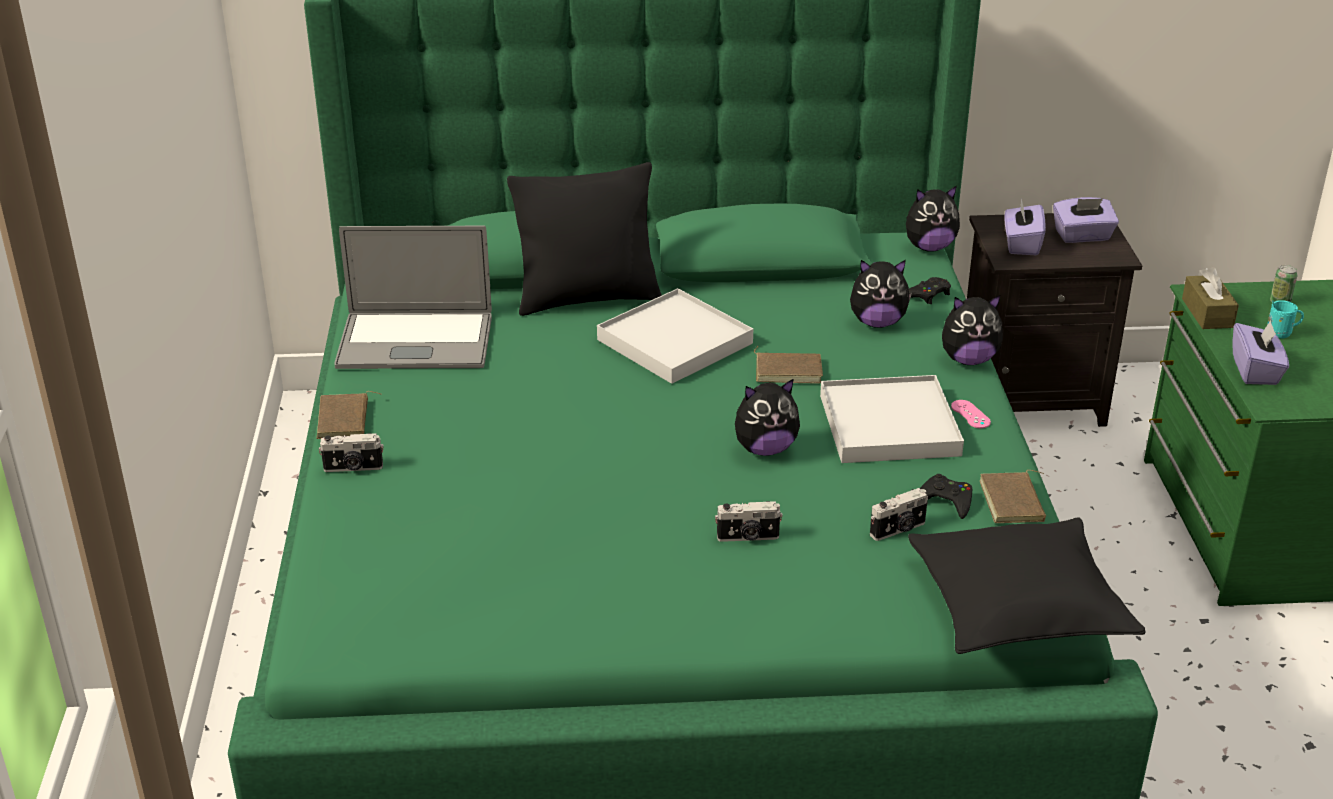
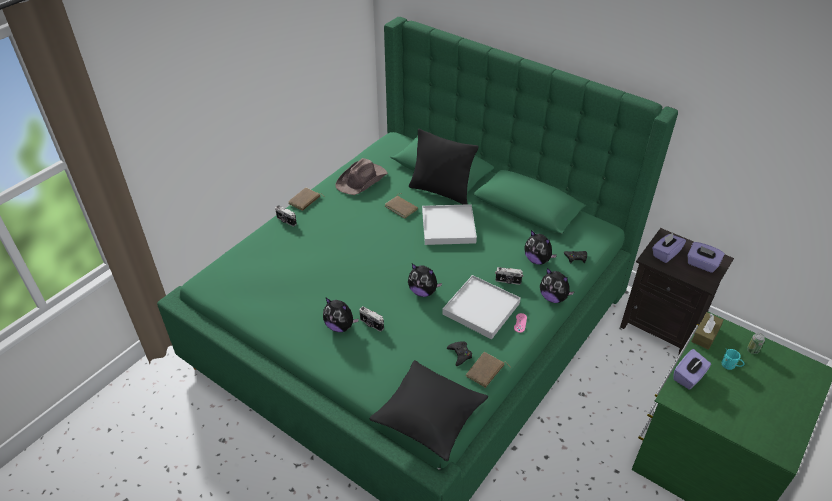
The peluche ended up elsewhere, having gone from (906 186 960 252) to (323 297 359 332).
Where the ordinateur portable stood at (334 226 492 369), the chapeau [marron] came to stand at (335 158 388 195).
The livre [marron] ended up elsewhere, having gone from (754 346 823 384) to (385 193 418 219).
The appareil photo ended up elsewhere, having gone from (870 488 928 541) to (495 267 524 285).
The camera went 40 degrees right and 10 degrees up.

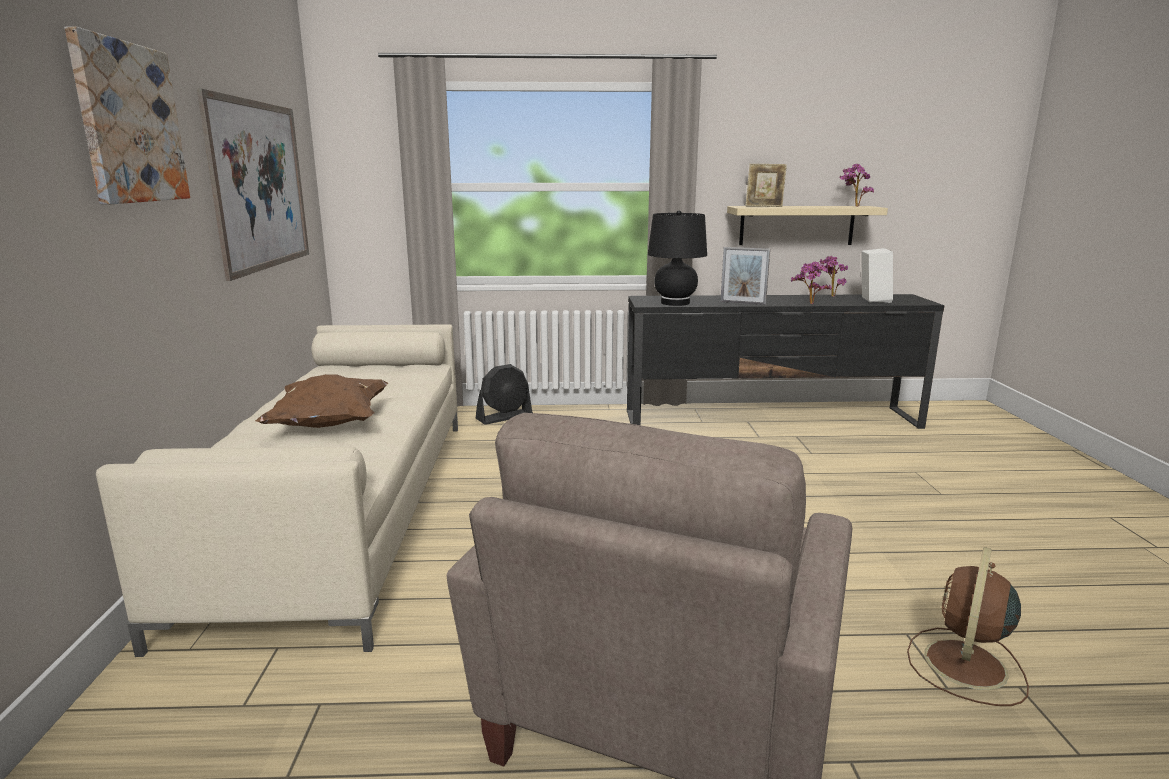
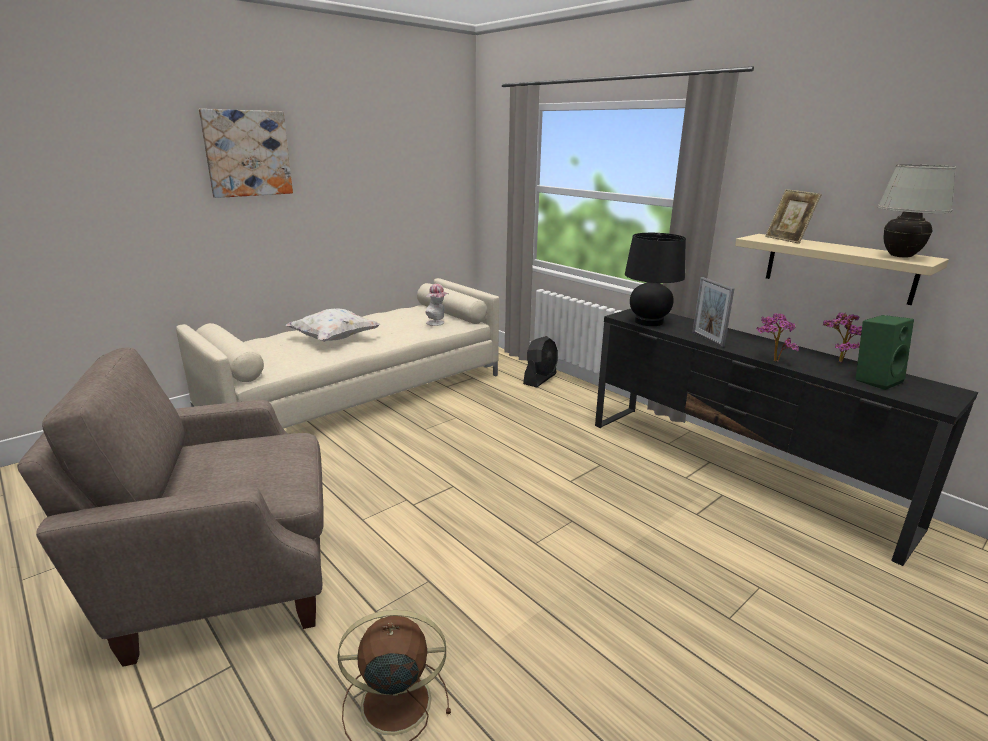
What was the coussin [marron] at (255 374 388 428) turned into the coussin [blanc] at (286 308 380 342).
The second view gained the chapeau at (426 284 449 326).
The ventilateur [noir] at (476 364 533 425) ended up facing another way, 75 degrees counterclockwise from before.
What was the enceinte [blanc] at (861 248 893 303) turned into the enceinte [vert] at (855 315 914 390).
Where the plante en pot stood at (839 164 874 207), the lampe de table [blanc] came to stand at (877 164 956 258).
The second view lost the tableau at (197 88 309 281).
The camera went 50 degrees right and 5 degrees up.

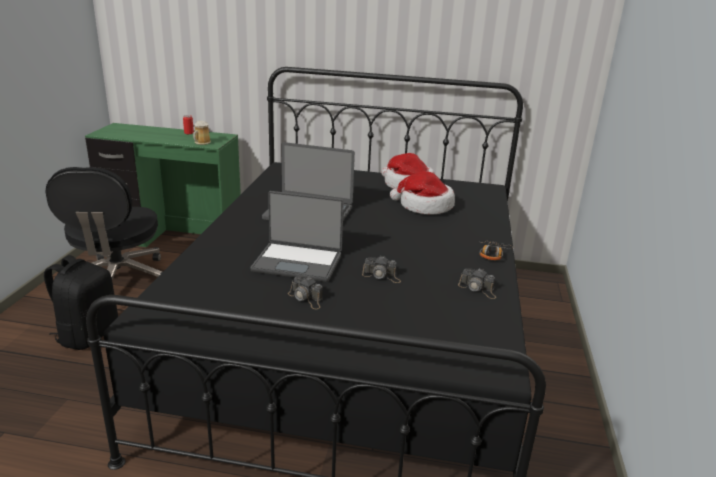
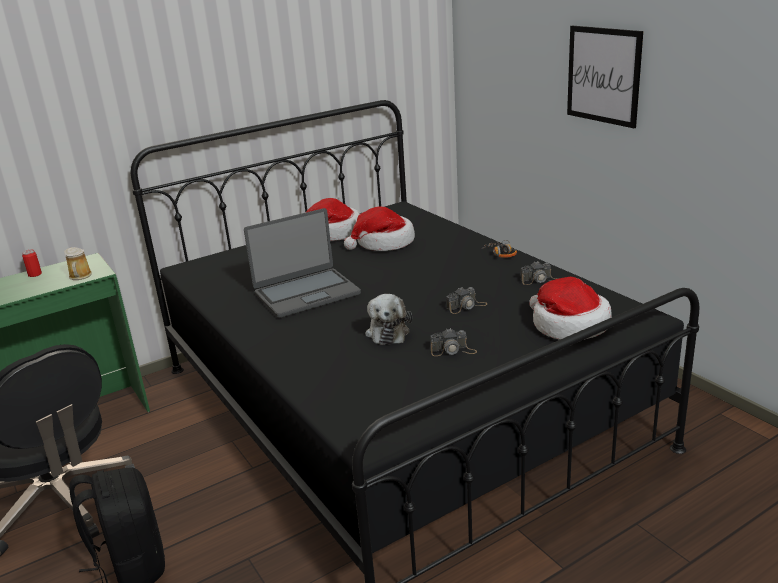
Where the ordinateur portable stood at (250 191 344 282), the peluche came to stand at (365 294 412 345).
The second view gained the chapeau at (529 277 611 340).
The second view gained the tableau at (567 26 643 128).
The camera went 40 degrees left and 0 degrees up.

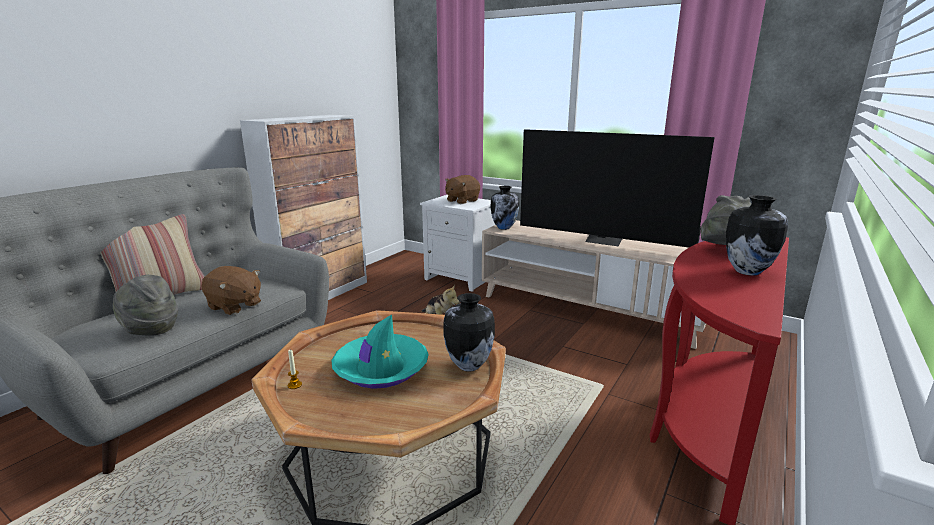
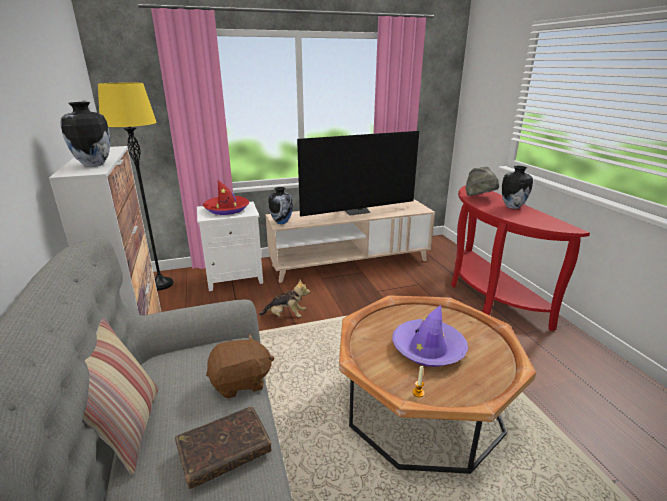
The vase ended up elsewhere, having gone from (443 293 495 372) to (60 102 110 167).
The second view gained the lampadaire [jaune] at (98 82 173 291).
Where the chapeau [gris] stood at (112 275 178 336), the livre [marron] came to stand at (175 407 272 489).
Where the peluche [marron] stood at (445 175 480 204), the chapeau [rouge] came to stand at (203 180 249 215).
What was the chapeau [turquoise] at (331 314 429 389) turned into the chapeau [violet] at (392 305 468 367).
The camera went 50 degrees left and 5 degrees up.

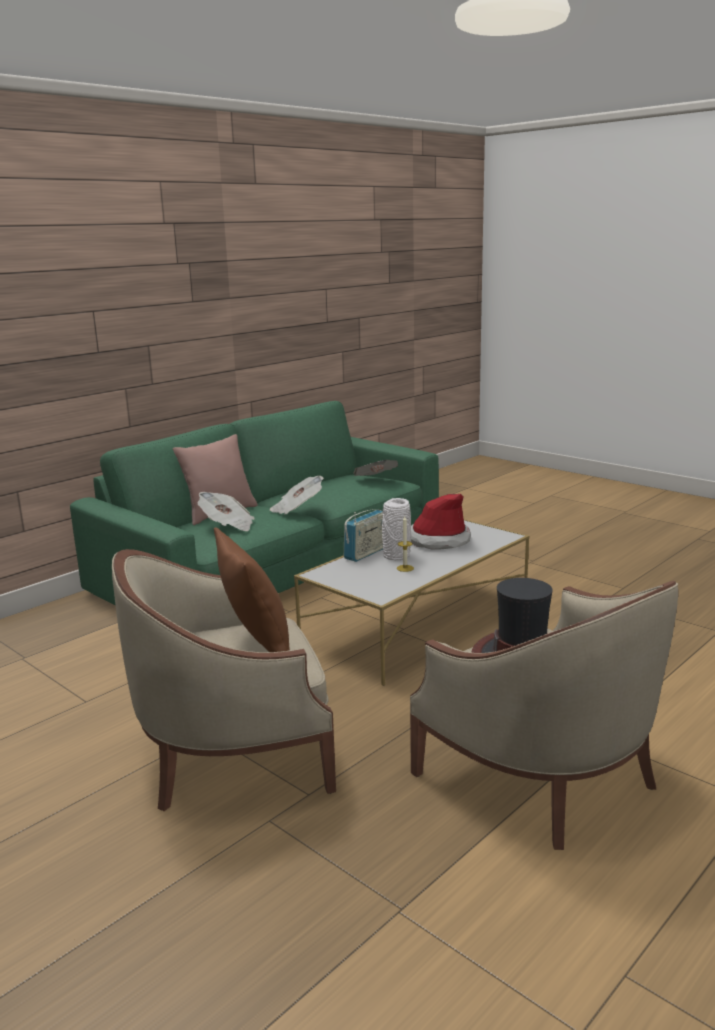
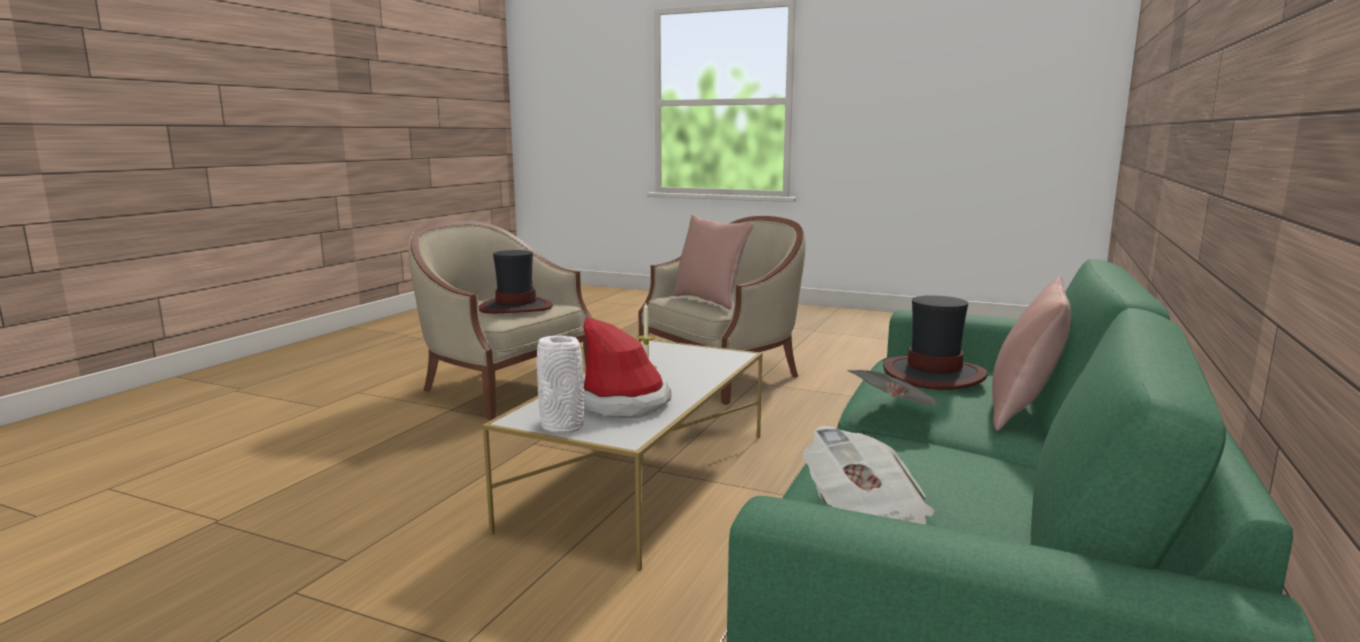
The vase [blanc] ended up elsewhere, having gone from (382 498 411 560) to (537 336 584 434).
What was the coussin [marron] at (214 527 290 652) turned into the coussin [rose] at (673 215 754 309).
Where the journal stood at (197 492 255 531), the chapeau came to stand at (883 295 988 390).
The second view lost the radio at (344 509 383 562).
The camera went 160 degrees right and 5 degrees down.

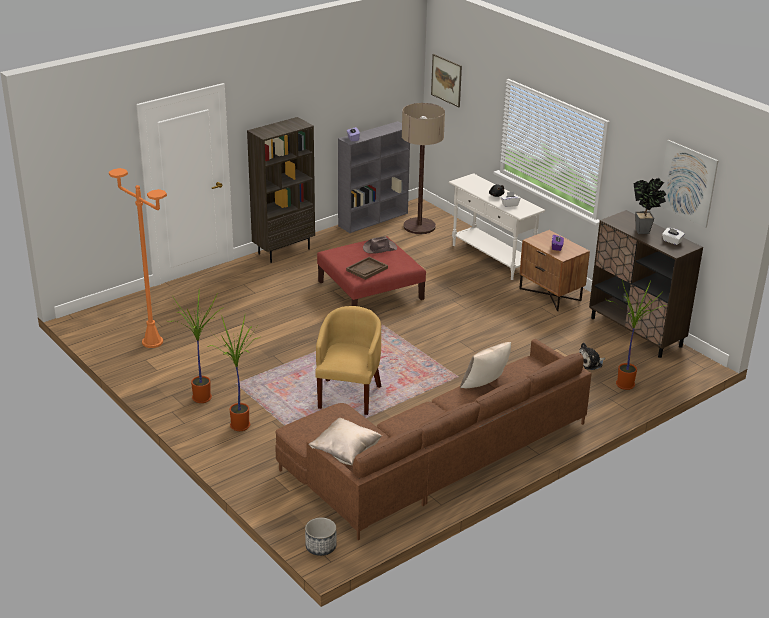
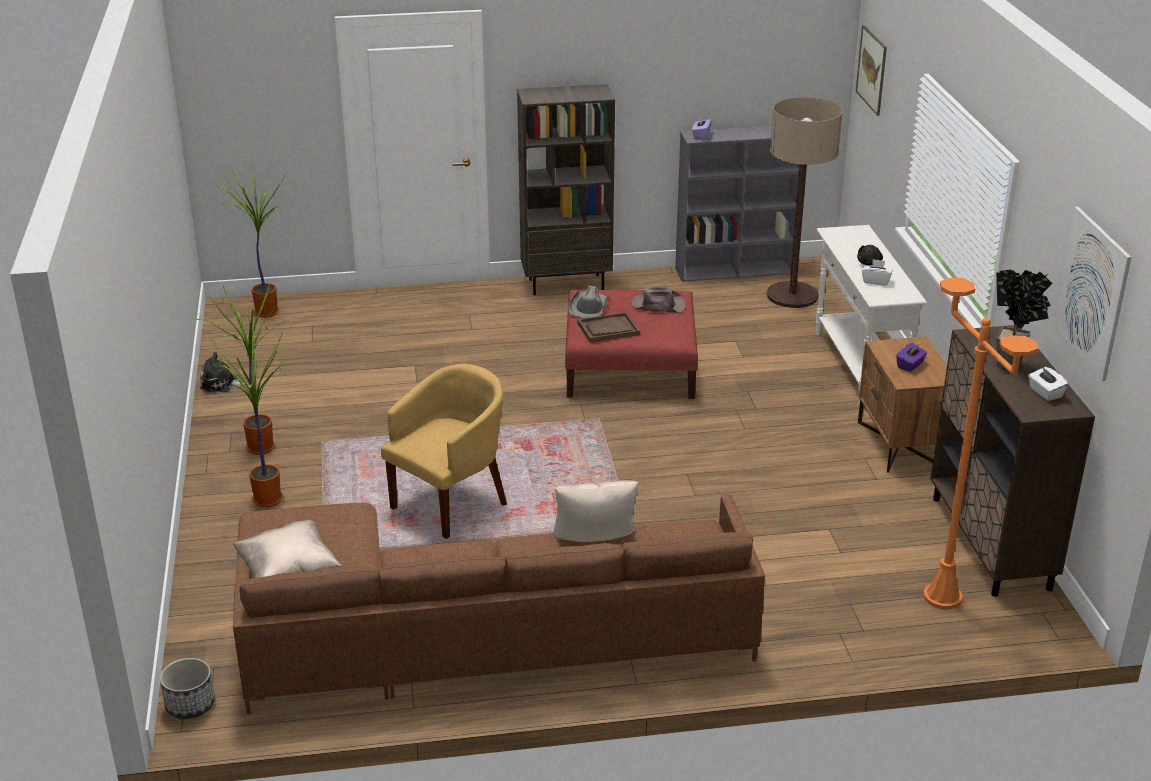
The peluche ended up elsewhere, having gone from (579 343 605 370) to (200 352 248 392).
The plante en pot ended up elsewhere, having gone from (607 280 666 390) to (215 166 286 318).
The second view gained the chapeau [gris] at (568 286 609 318).
The lampadaire [orange] ended up elsewhere, having gone from (109 168 167 348) to (923 278 1039 609).
The camera went 30 degrees right and 0 degrees up.

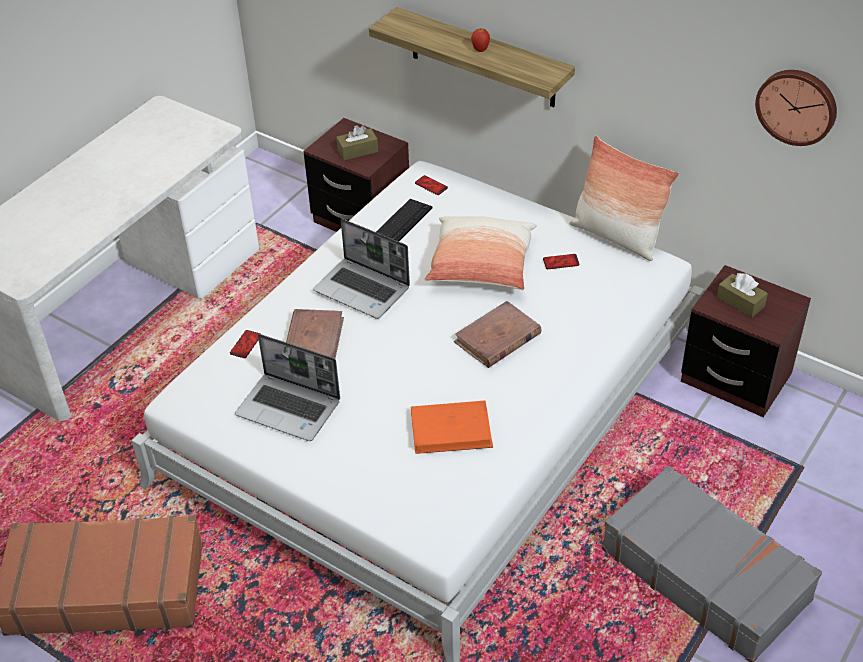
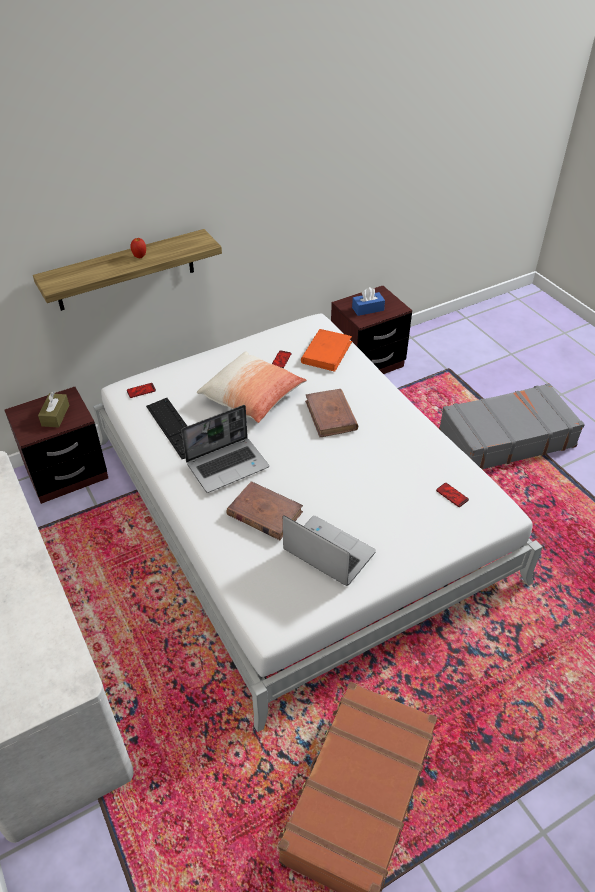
The ordinateur portable at (235 334 340 441) ended up facing another way, 105 degrees counterclockwise from before.
The livre [orange] ended up elsewhere, having gone from (411 401 493 454) to (301 329 352 372).
What was the boîte à mouchoirs [marron] at (717 273 768 318) turned into the boîte à mouchoirs [bleu] at (352 287 385 316).
The téléphone ended up elsewhere, having gone from (230 330 260 358) to (436 483 469 507).
The second view lost the coussin at (569 136 679 261).
The second view lost the horloge murale at (755 70 837 146).
The camera went 65 degrees left and 0 degrees up.

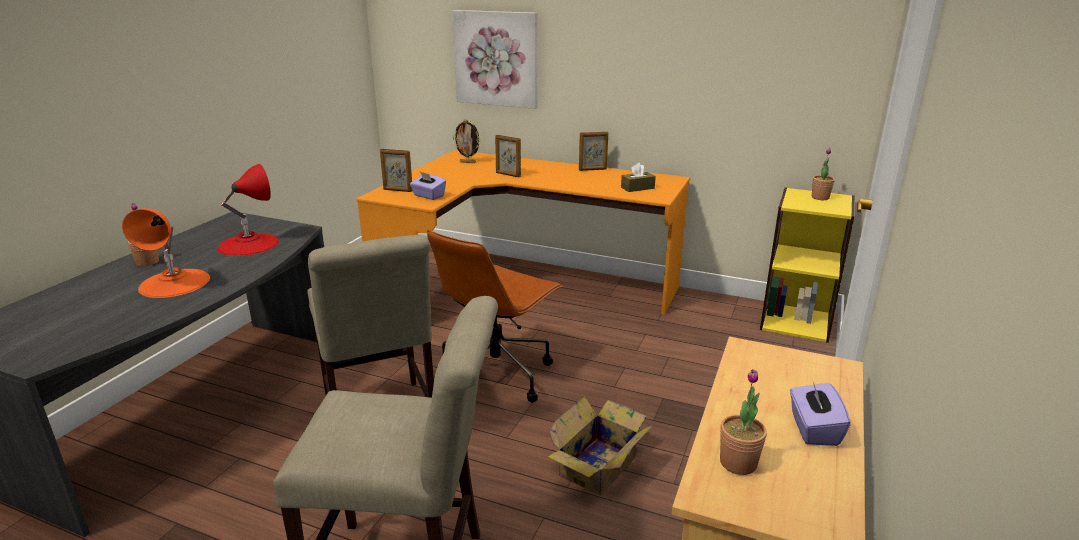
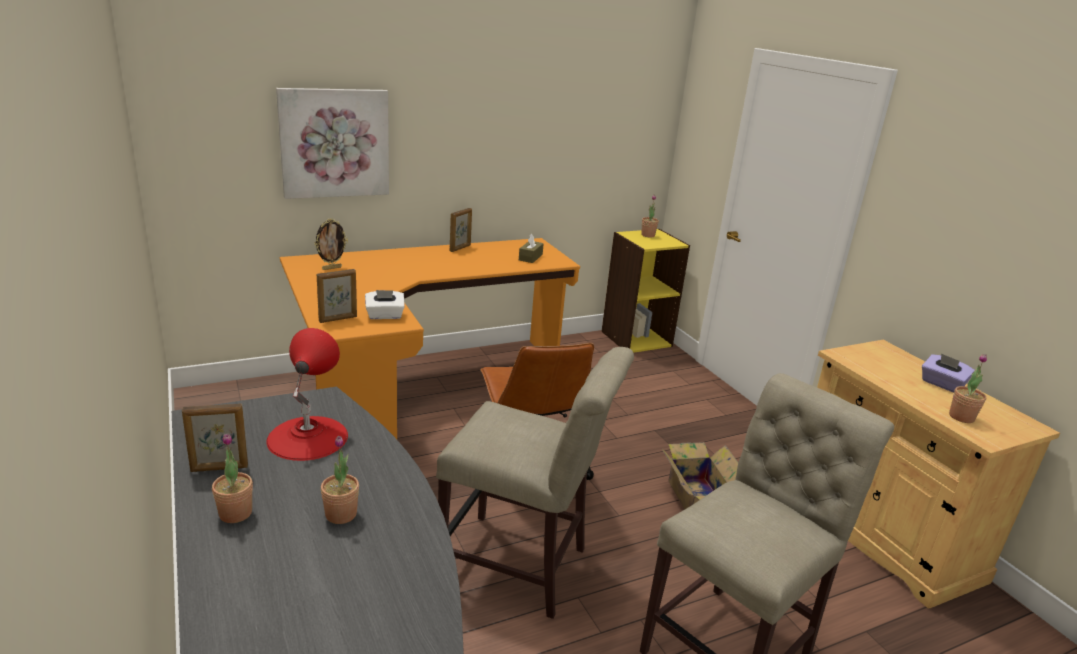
The cadre photo ended up elsewhere, having gone from (495 135 521 177) to (182 404 248 472).
Where the lampe de table [orange] stood at (122 208 210 298), the plante en pot came to stand at (321 436 359 524).
What was the boîte à mouchoirs [violet] at (410 172 446 200) turned into the boîte à mouchoirs [blanc] at (365 290 405 319).
The camera went 50 degrees left and 0 degrees up.

